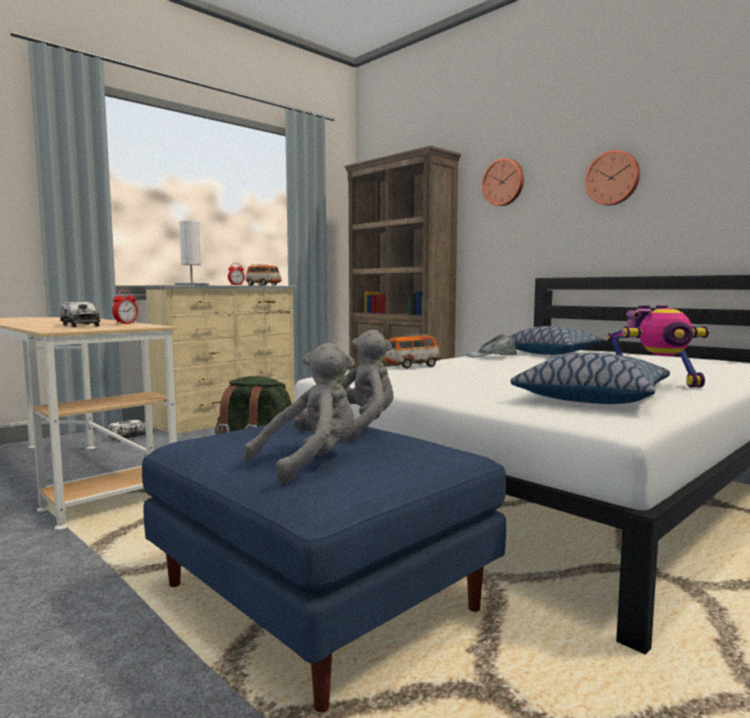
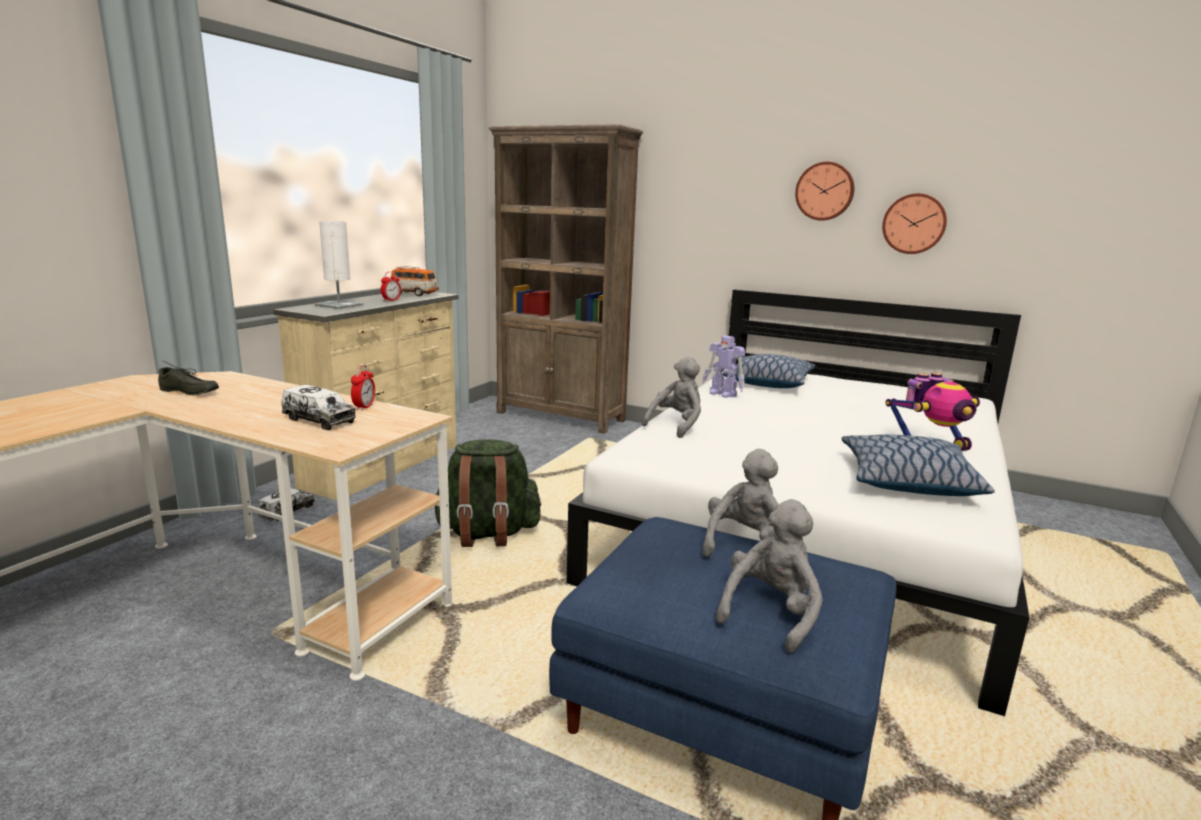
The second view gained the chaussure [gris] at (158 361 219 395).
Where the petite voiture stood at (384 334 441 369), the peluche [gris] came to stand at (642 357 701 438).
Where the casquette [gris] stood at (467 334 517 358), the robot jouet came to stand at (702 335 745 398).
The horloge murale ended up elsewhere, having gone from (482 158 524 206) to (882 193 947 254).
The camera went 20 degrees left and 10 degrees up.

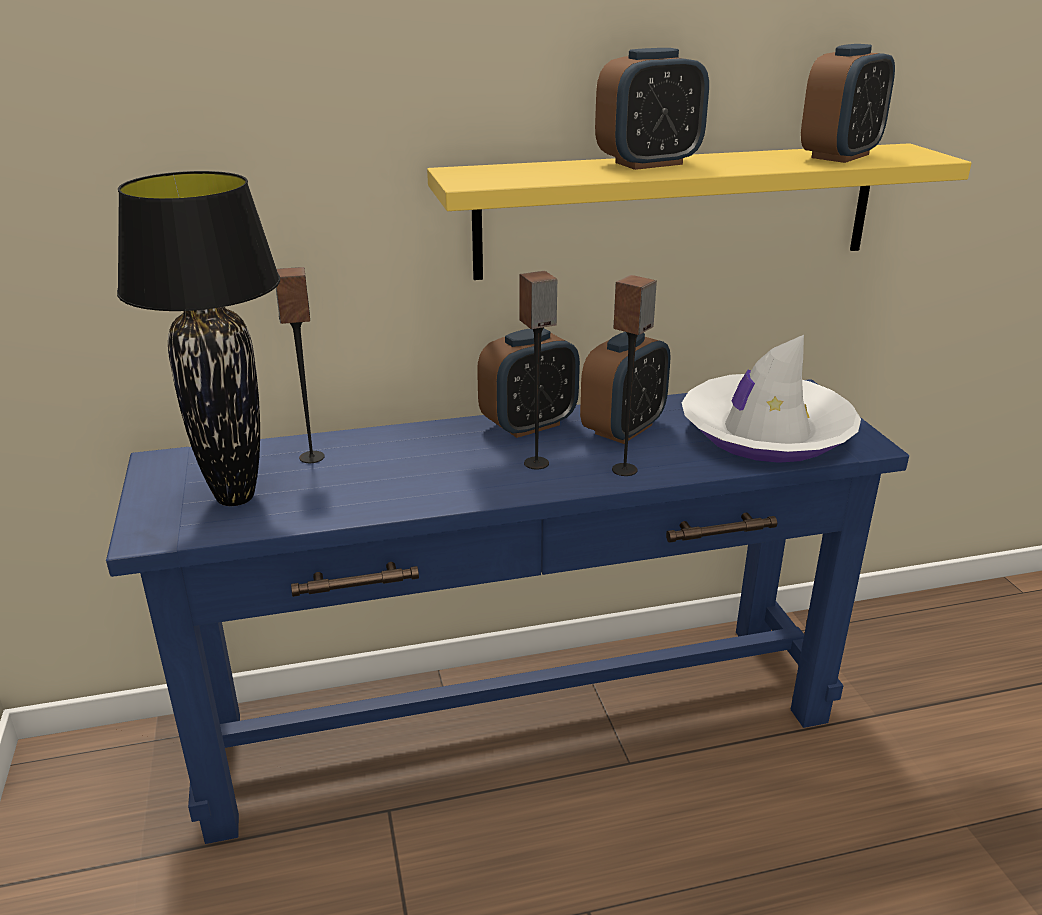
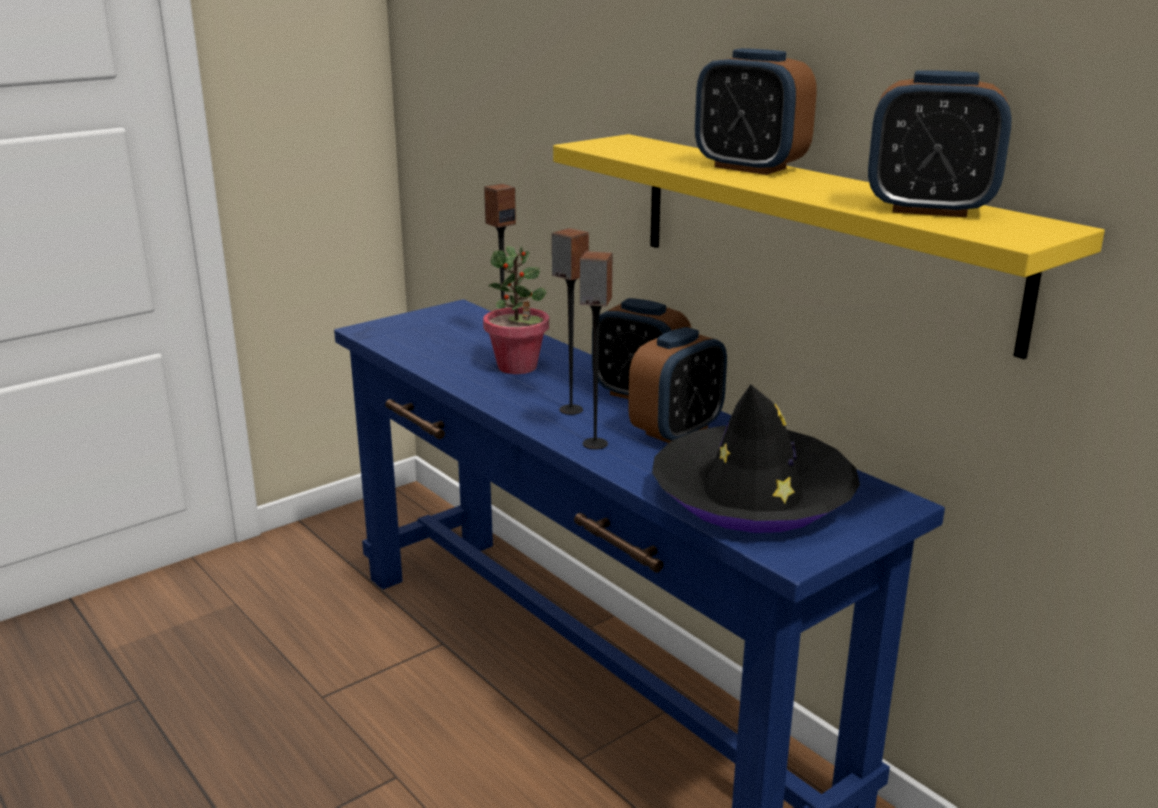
The second view gained the plante en pot at (483 246 549 374).
The réveil at (580 332 670 444) ended up facing another way, 60 degrees counterclockwise from before.
What was the chapeau [blanc] at (682 335 861 463) turned into the chapeau [noir] at (652 384 860 533).
The second view lost the lampe de table [noir] at (117 171 280 506).
The camera went 65 degrees right and 5 degrees down.

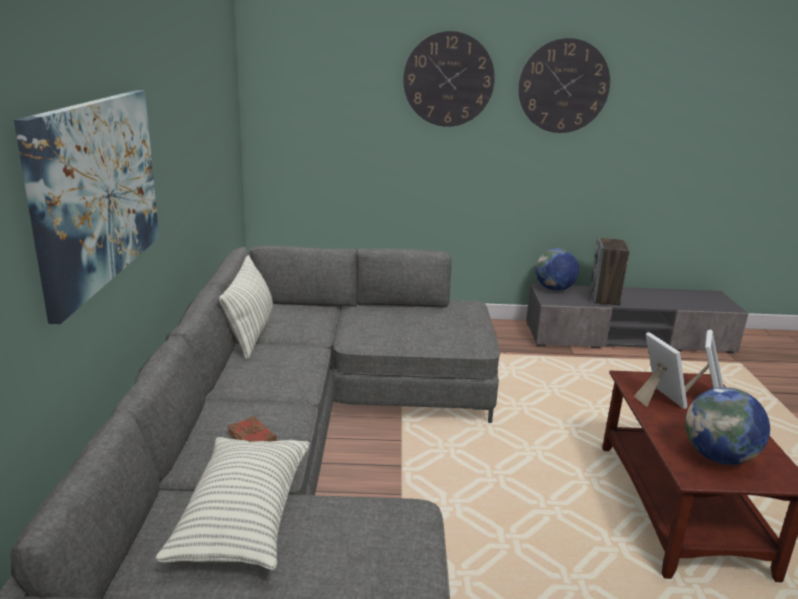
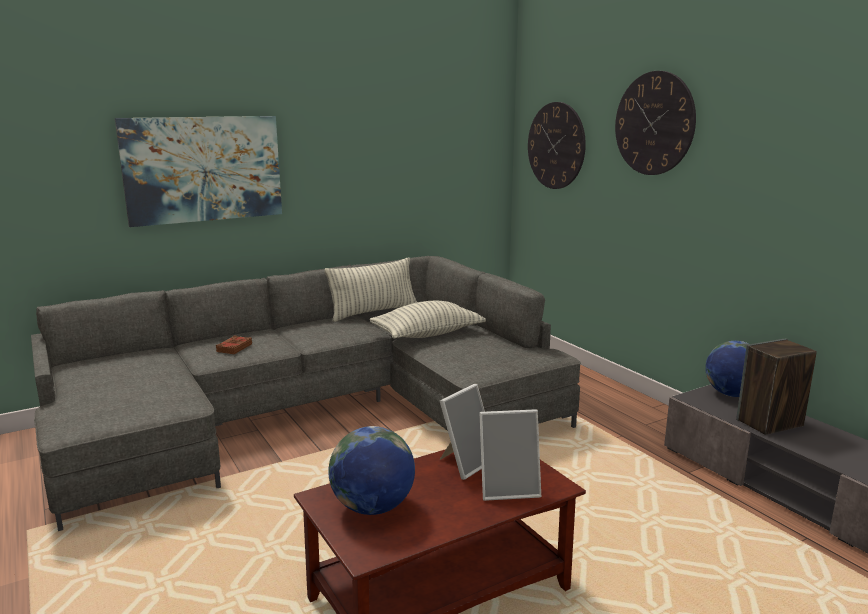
The coussin ended up elsewhere, having gone from (155 437 309 571) to (370 301 486 338).
The horloge murale ended up elsewhere, having gone from (519 38 610 133) to (528 102 586 189).
The camera went 60 degrees right and 5 degrees down.

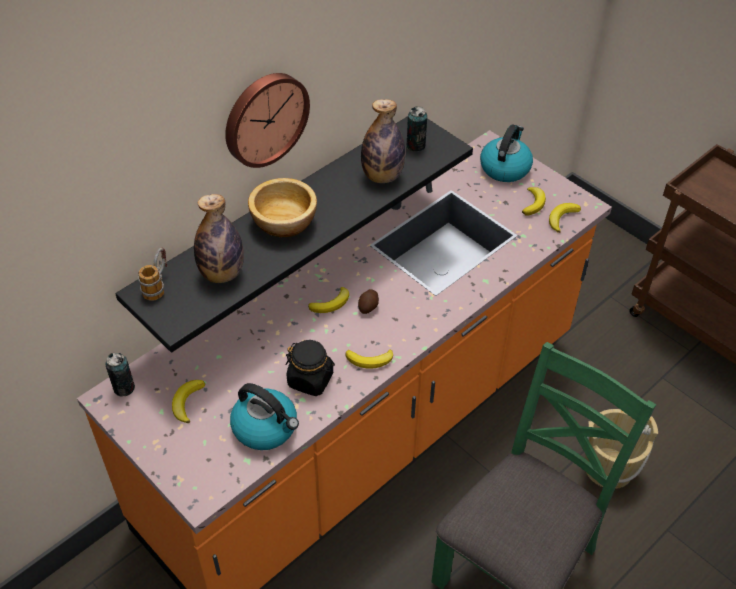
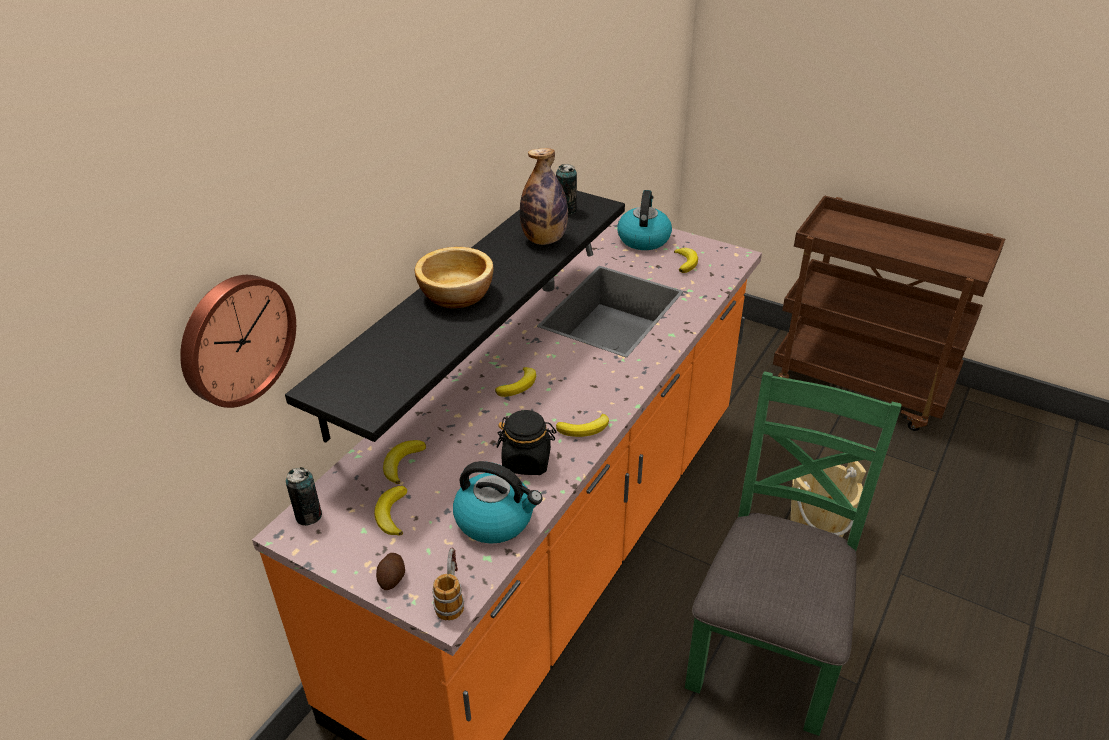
The horloge murale ended up elsewhere, having gone from (225 73 310 168) to (180 275 296 408).
The pomme de terre ended up elsewhere, having gone from (358 289 379 314) to (376 553 405 590).
The banane ended up elsewhere, having gone from (549 203 581 233) to (383 440 426 484).
The mug ended up elsewhere, having gone from (138 247 167 301) to (432 548 464 621).
The second view lost the bouteille at (194 194 244 283).
The camera went 15 degrees left and 10 degrees down.

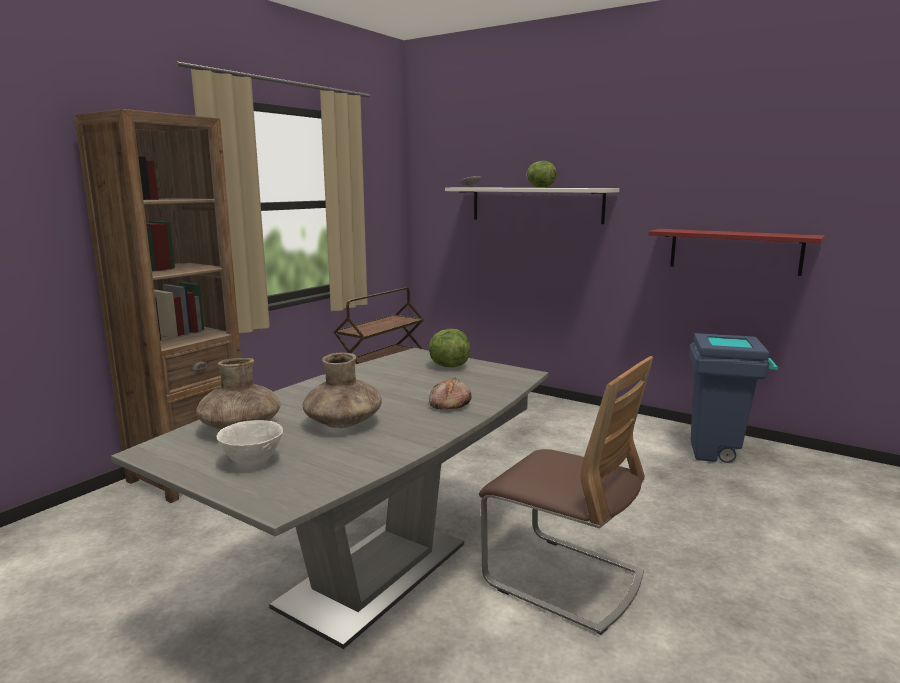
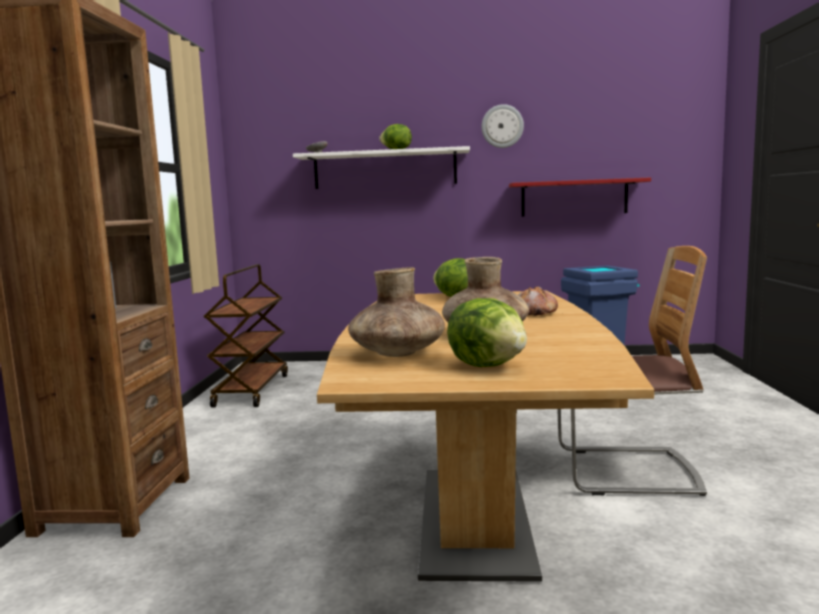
What was the table à manger [gris] at (111 348 549 649) turned into the table à manger [marron] at (317 291 654 582).
Where the bol [blanc] stood at (217 420 283 465), the laitue came to stand at (447 298 527 367).
The second view gained the horloge murale at (481 104 524 148).
The camera went 30 degrees left and 5 degrees down.

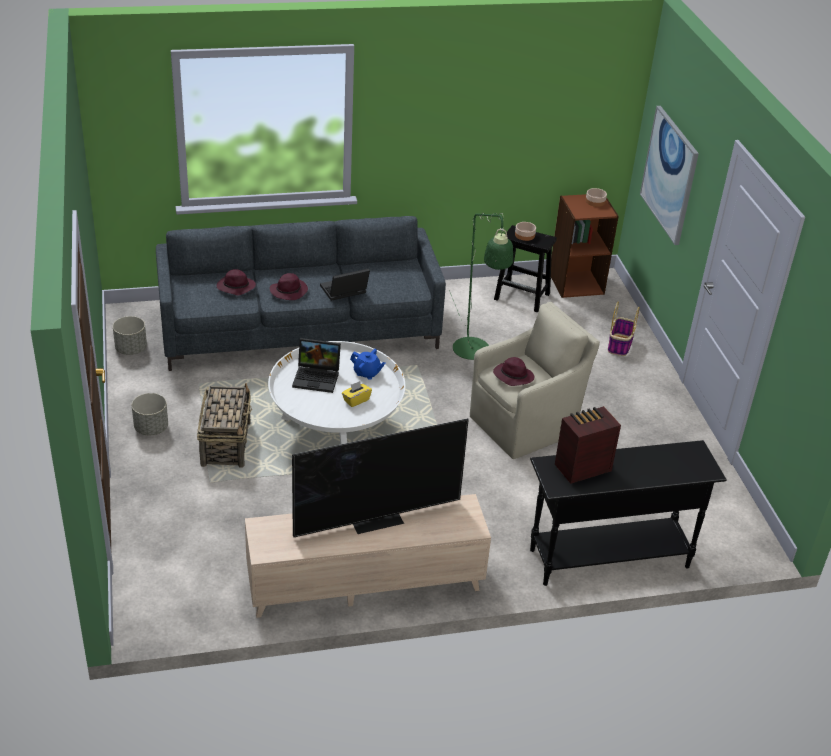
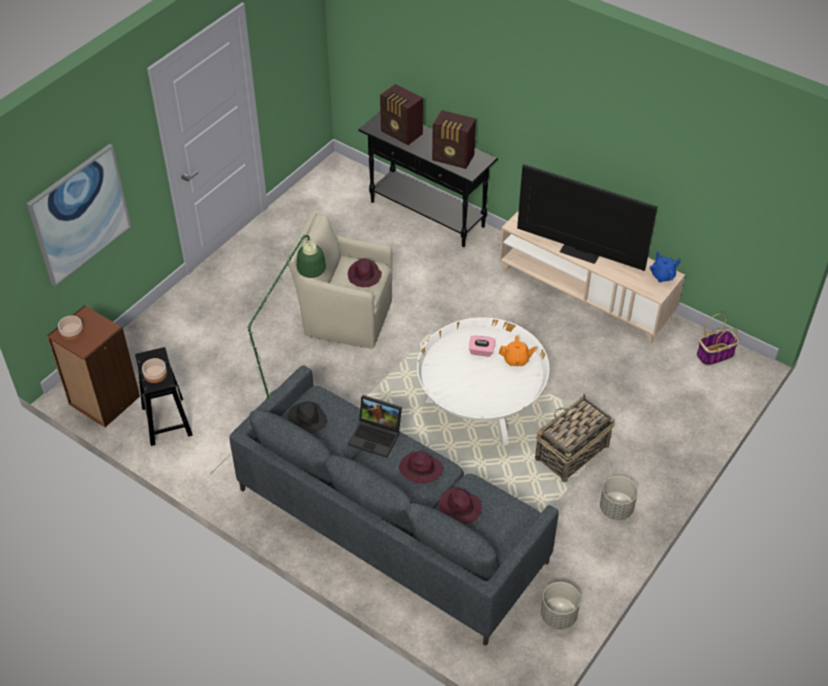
The second view gained the chapeau [noir] at (288 401 327 433).
The second view gained the radio at (380 84 423 145).
What was the boîte à mouchoirs [jaune] at (342 381 372 407) turned into the boîte à mouchoirs [rose] at (469 336 495 357).
The second view gained the théière [orange] at (499 335 536 366).
The théière [bleu] ended up elsewhere, having gone from (350 349 385 380) to (650 252 680 282).
The panier ended up elsewhere, having gone from (608 301 640 356) to (697 313 739 366).
The second view lost the ordinateur portable at (292 338 341 393).
The camera went 130 degrees left and 10 degrees up.

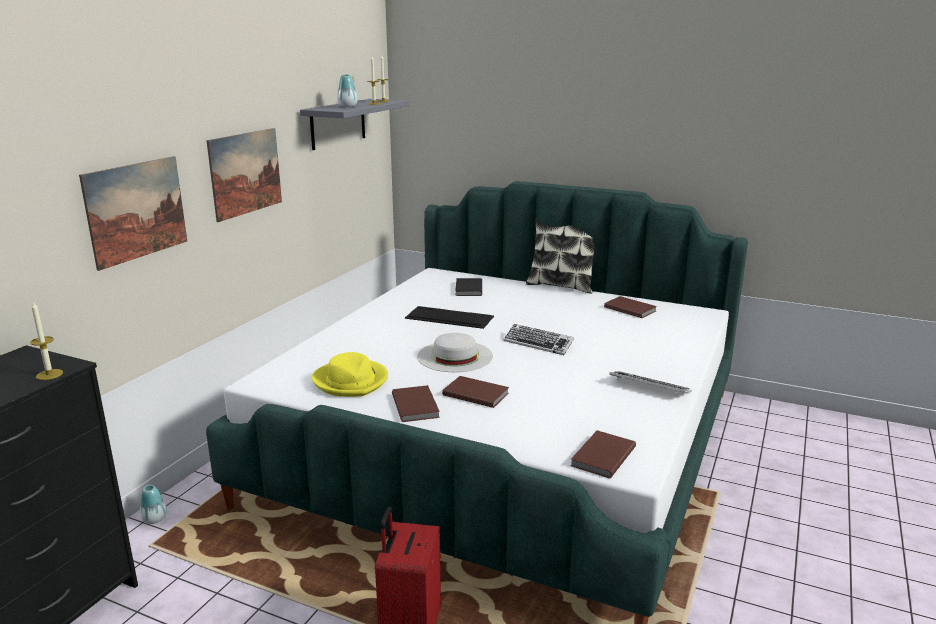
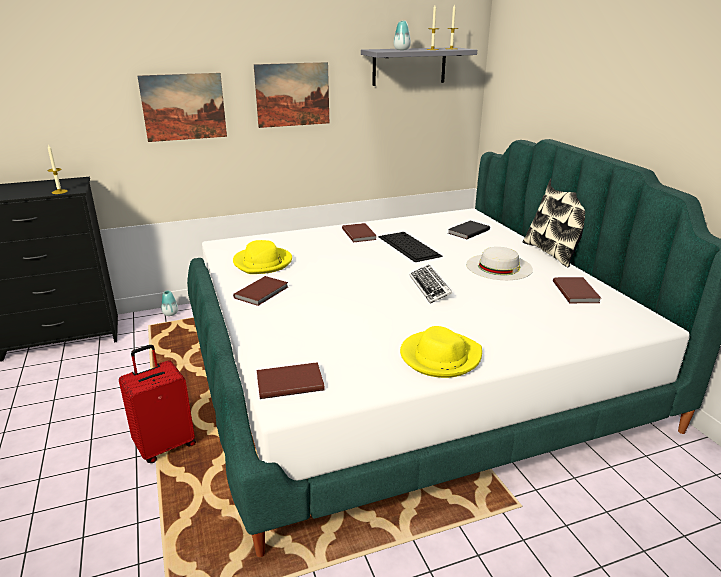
The livre [marron] ended up elsewhere, having gone from (442 376 509 408) to (342 223 377 242).
Where the clavier stood at (609 371 691 394), the chapeau [jaune] came to stand at (400 326 482 378).
The chapeau [blanc] ended up elsewhere, having gone from (417 333 493 372) to (466 247 533 280).
The camera went 45 degrees right and 5 degrees up.

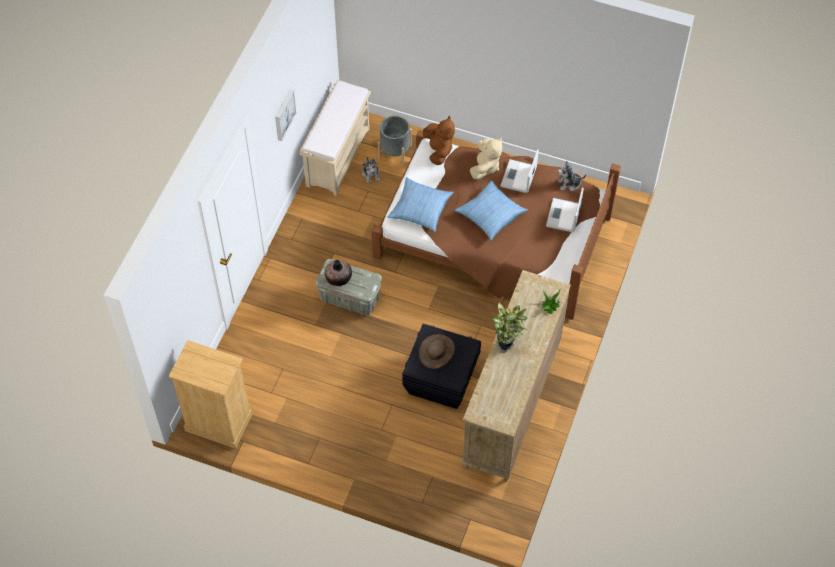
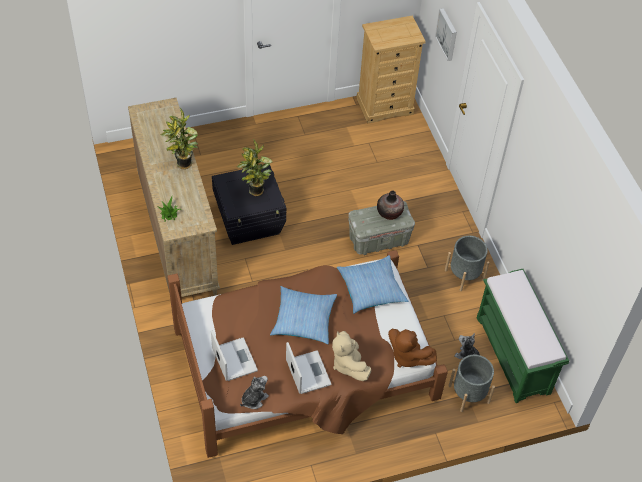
Where the chapeau [marron] stood at (419 334 455 369), the plante en pot came to stand at (236 139 273 196).
The tableau ended up elsewhere, having gone from (275 90 297 141) to (435 8 457 61).
The second view gained the cache-pot [gris] at (445 236 489 291).
What was the banc [beige] at (300 80 371 196) turned into the banc [vert] at (477 269 569 403).
The camera went 140 degrees right and 5 degrees down.

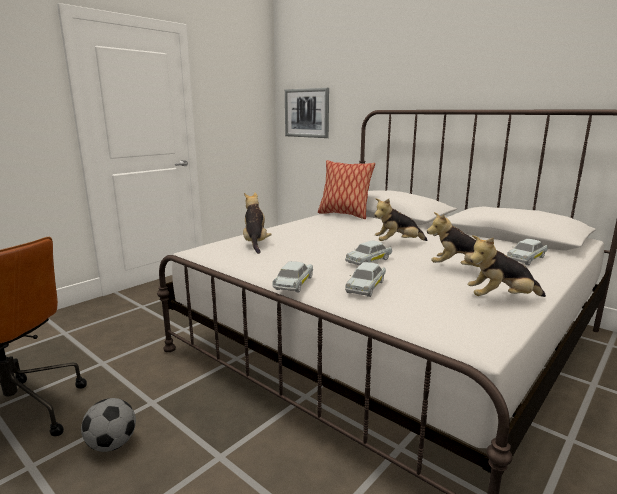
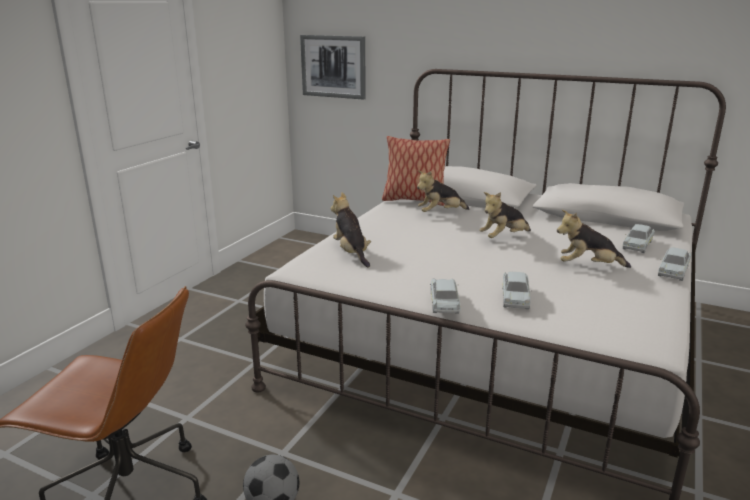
The peluche ended up elsewhere, having gone from (468 235 546 297) to (417 170 469 212).
The petite voiture [blanc] ended up elsewhere, having gone from (345 240 392 265) to (658 248 691 281).
The camera went 15 degrees left and 5 degrees up.

